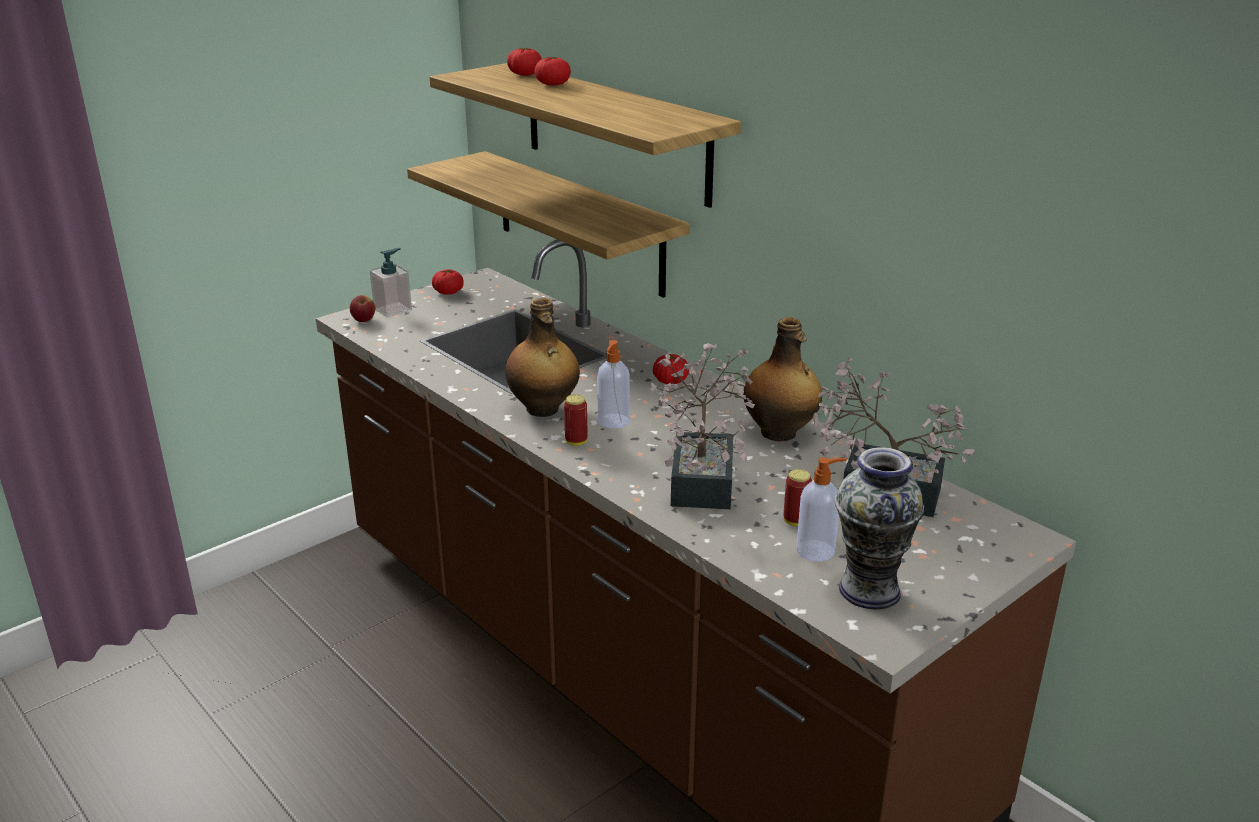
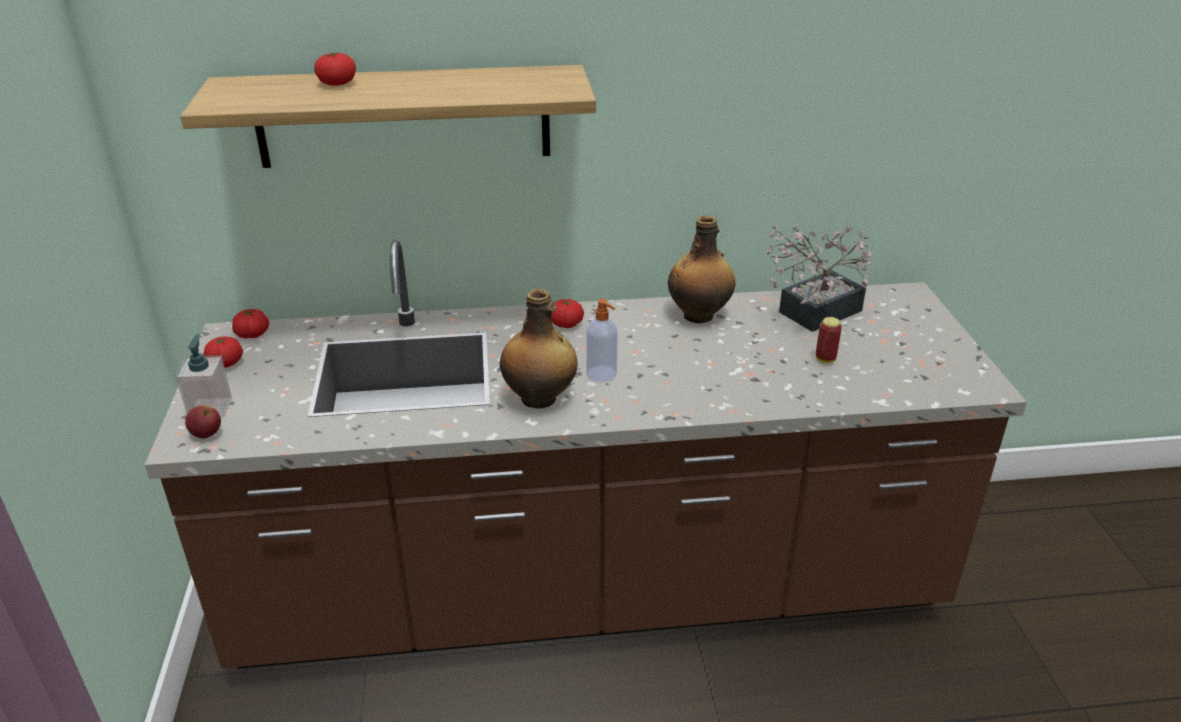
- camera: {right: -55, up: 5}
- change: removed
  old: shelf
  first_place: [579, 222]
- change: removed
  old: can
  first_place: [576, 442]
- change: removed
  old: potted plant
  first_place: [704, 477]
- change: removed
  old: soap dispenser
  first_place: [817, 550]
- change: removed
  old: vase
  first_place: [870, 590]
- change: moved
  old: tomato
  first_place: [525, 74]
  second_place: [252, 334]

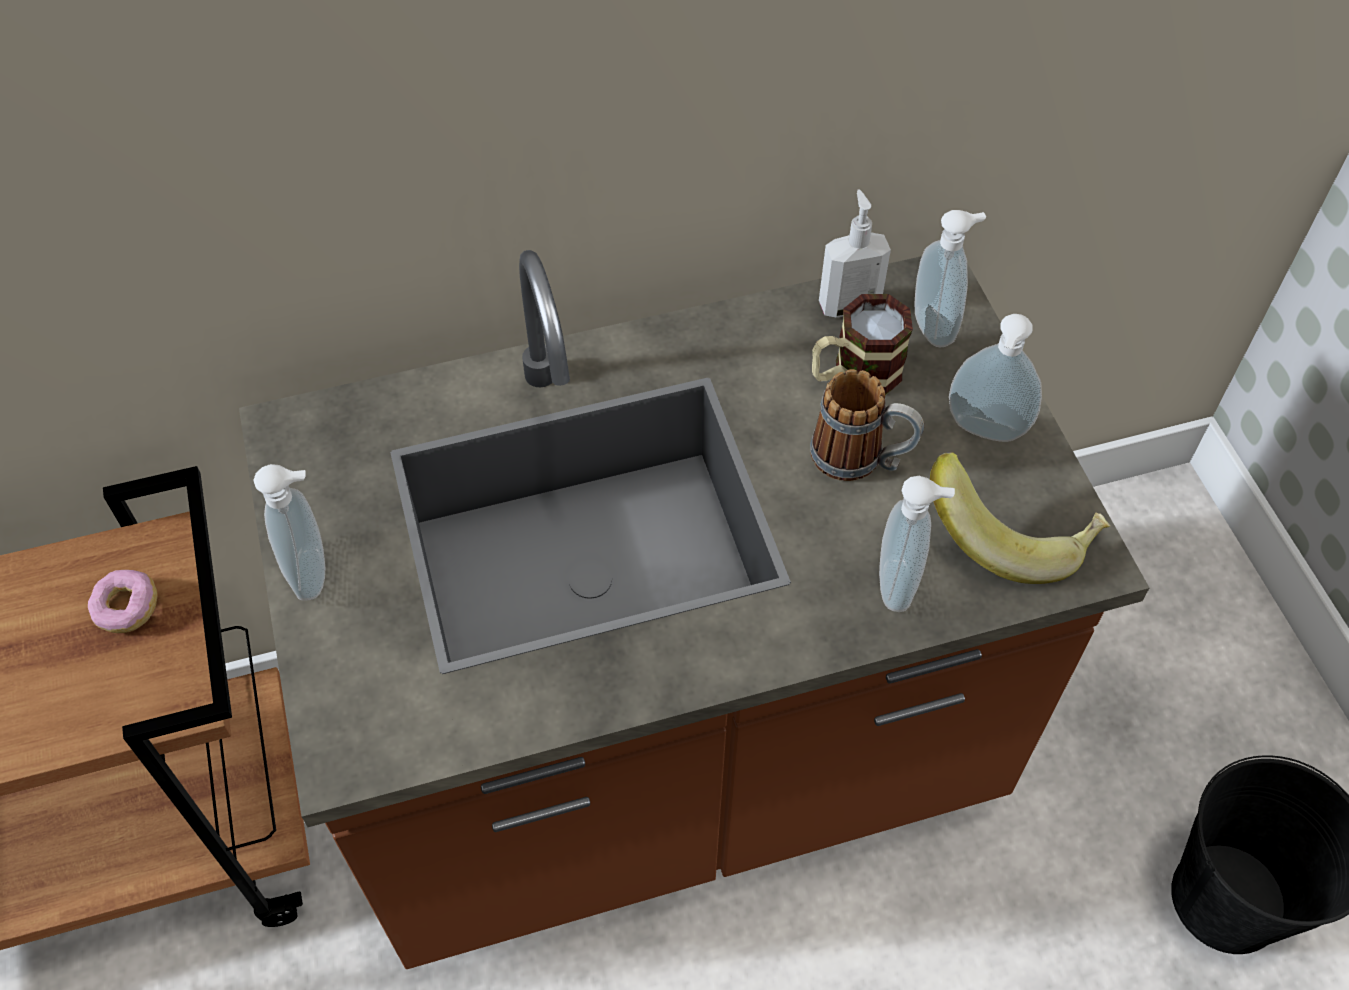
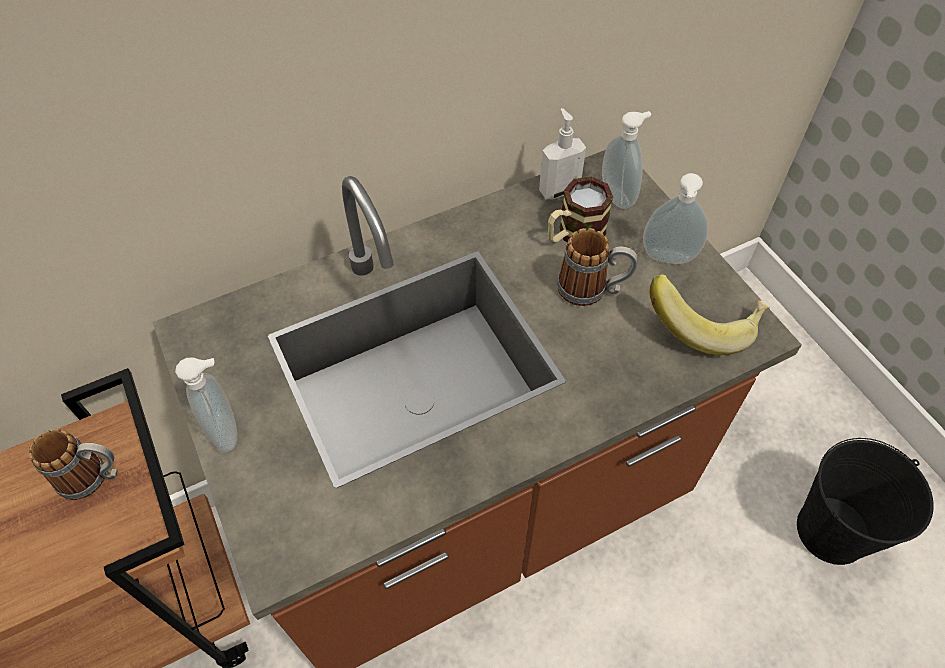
- camera: {right: -10, up: 0}
- change: removed
  old: soap dispenser
  first_place: [900, 585]
- change: replaced
  old: donut
  new: mug
  first_place: [128, 609]
  second_place: [94, 477]

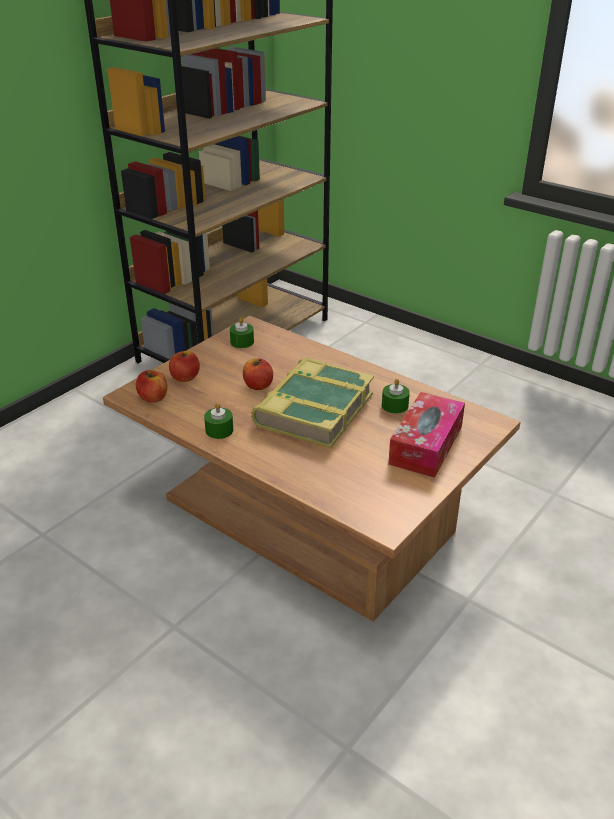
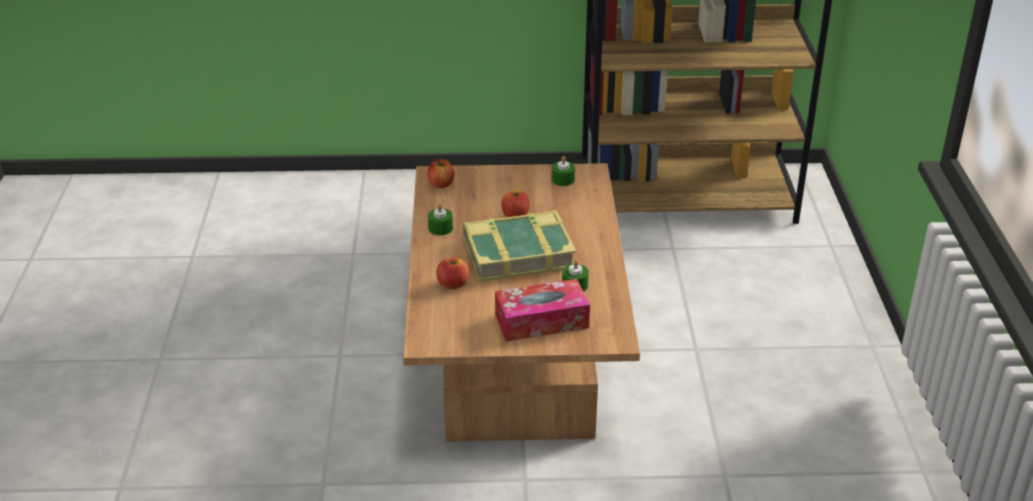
- camera: {right: 50, up: 0}
- change: moved
  old: apple
  first_place: [185, 377]
  second_place: [453, 284]

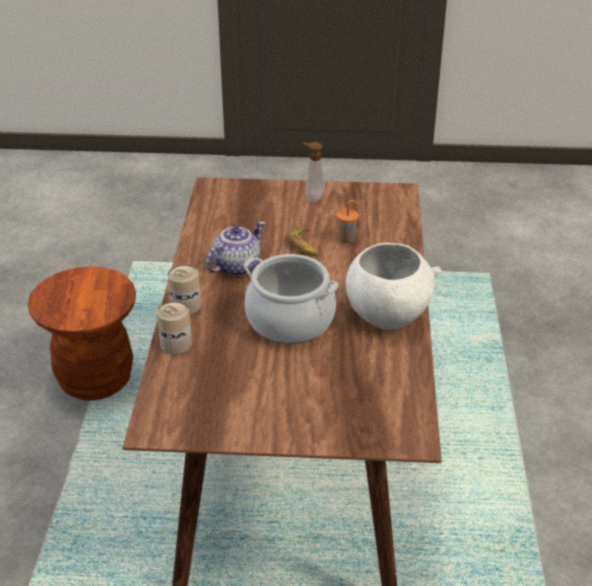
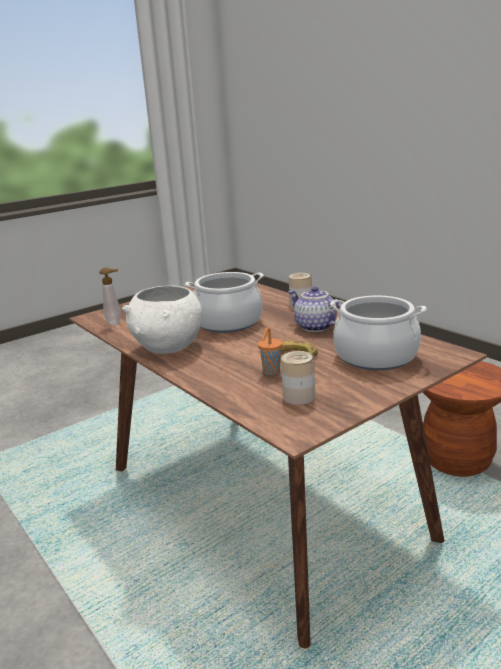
- camera: {right: 140, up: -15}
- change: added
  new: cooking pot
  second_place: [376, 356]
- change: moved
  old: can
  first_place: [176, 344]
  second_place: [299, 396]
- change: moved
  old: soap dispenser
  first_place: [313, 198]
  second_place: [115, 322]
- change: turned
  old: teapot
  first_place: [236, 266]
  second_place: [314, 327]
  degrees: 135

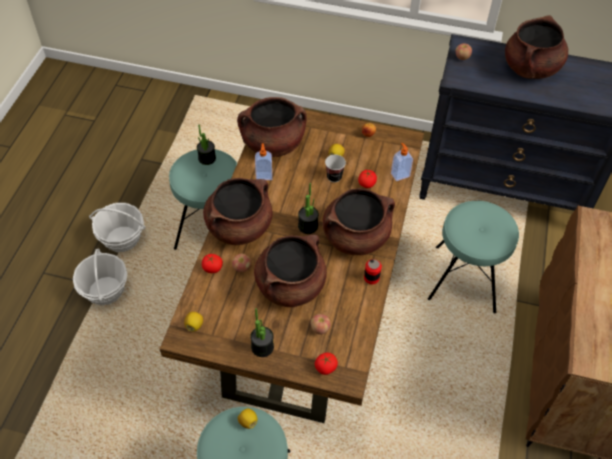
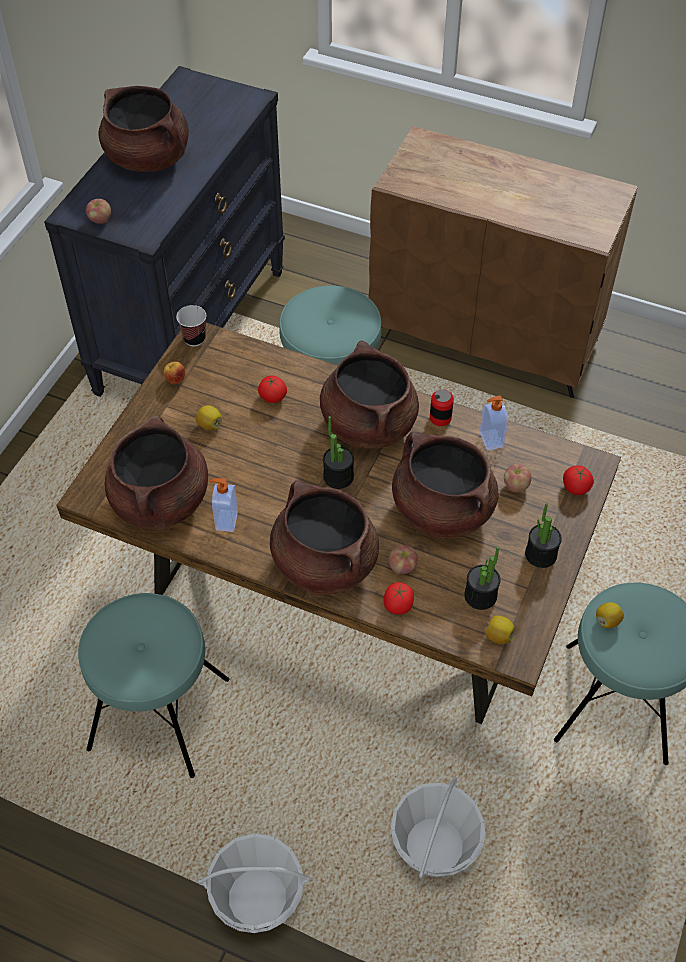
- camera: {right: -80, up: 0}
- change: moved
  old: basket
  first_place: [122, 239]
  second_place: [434, 845]
- change: moved
  old: potted plant
  first_place: [207, 158]
  second_place: [480, 596]
- change: moved
  old: cup
  first_place: [334, 177]
  second_place: [194, 339]
- change: moved
  old: soap dispenser
  first_place: [399, 174]
  second_place: [490, 440]

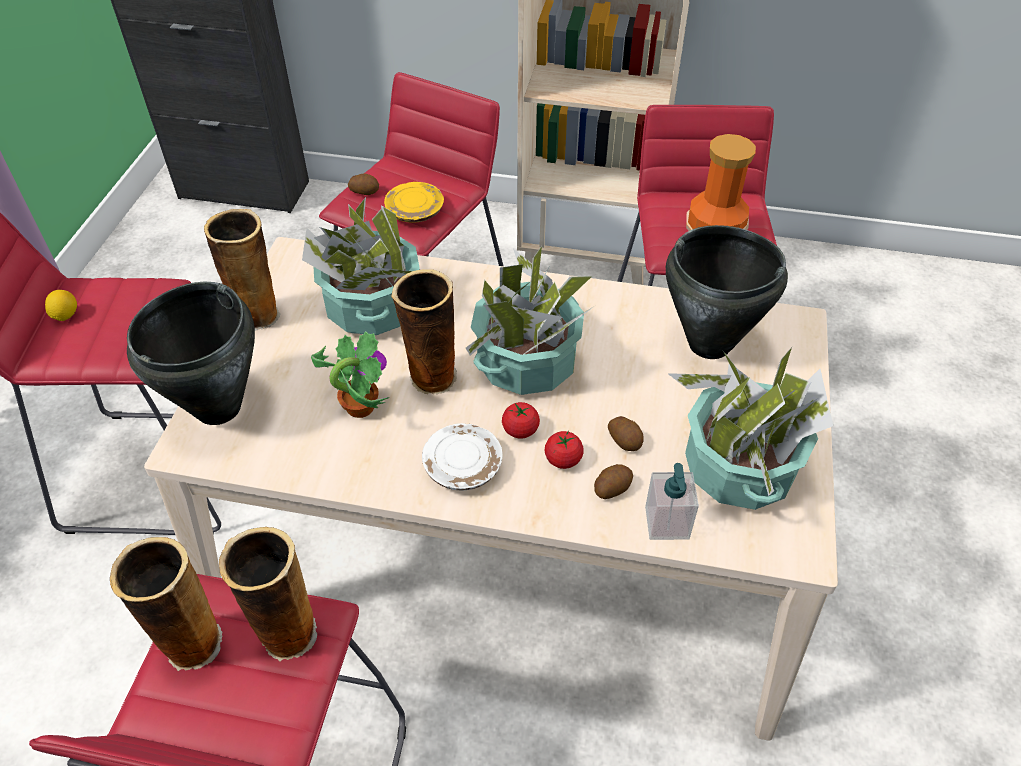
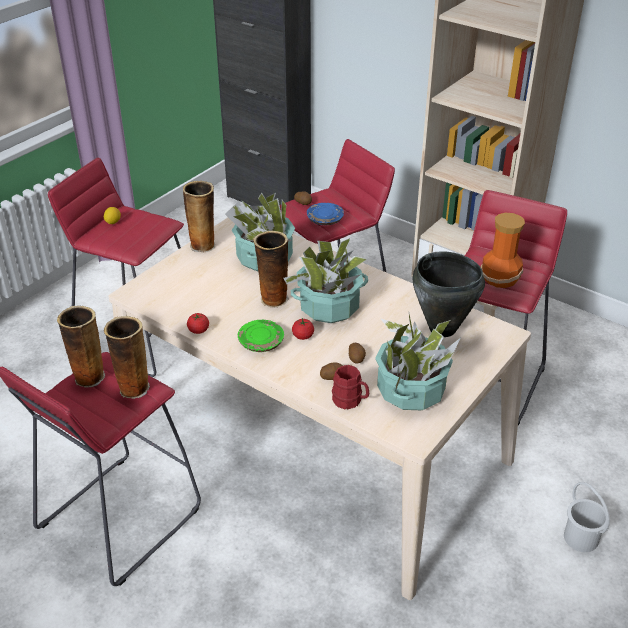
- camera: {right: 25, up: -10}
- change: removed
  old: cooking pot in black
  first_place: [219, 407]
- change: removed
  old: potted plant
  first_place: [359, 406]
- change: added
  new: bucket in white
  second_place: [581, 537]
- change: moved
  old: tomato
  first_place: [563, 459]
  second_place: [198, 330]
- change: replaced
  old: soap dispenser
  new: mug in red
  first_place: [667, 523]
  second_place: [350, 401]
- change: recoloured
  old: plate in yellow
  new: plate in blue
  first_place: [415, 211]
  second_place: [325, 220]
- change: recoloured
  old: plate in white
  new: plate in green
  first_place: [463, 466]
  second_place: [261, 342]

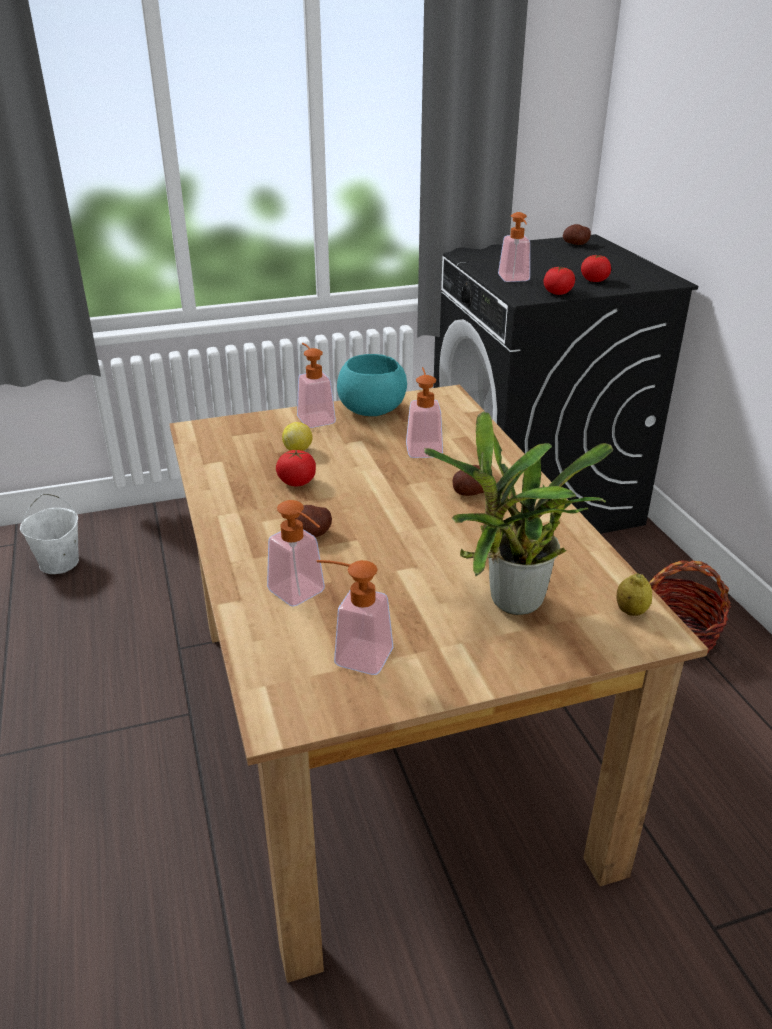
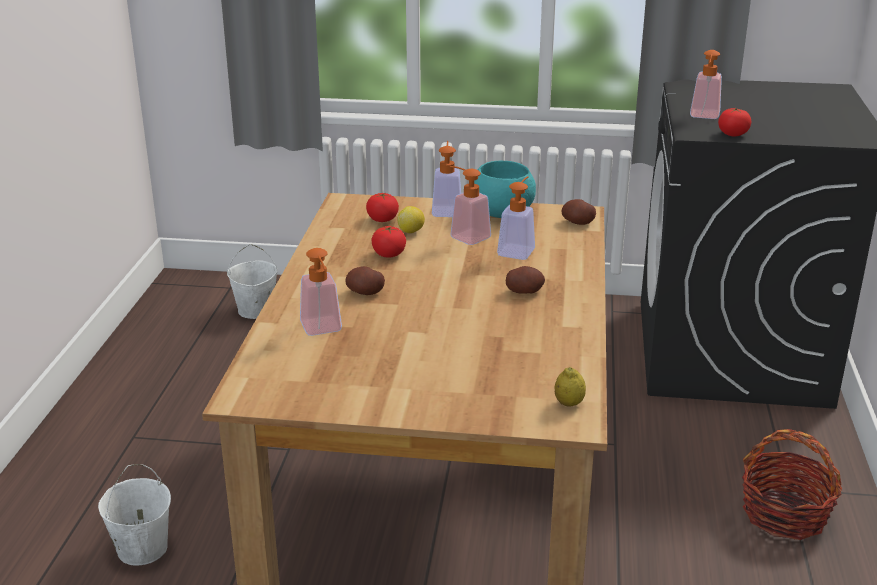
- camera: {right: 25, up: -5}
- change: removed
  old: potted plant
  first_place: [510, 605]
- change: added
  new: bucket in white
  second_place: [141, 549]
- change: moved
  old: soap dispenser
  first_place: [353, 654]
  second_place: [465, 236]
- change: moved
  old: potato
  first_place: [575, 244]
  second_place: [577, 222]
- change: moved
  old: tomato
  first_place: [594, 280]
  second_place: [382, 219]

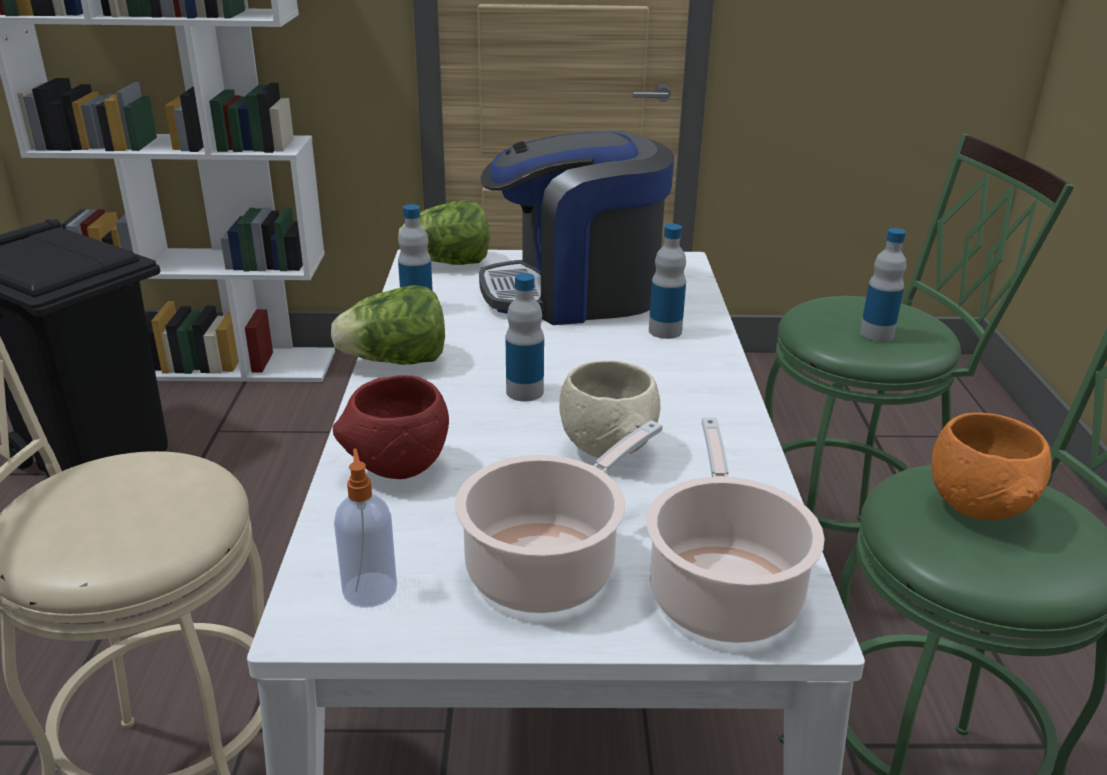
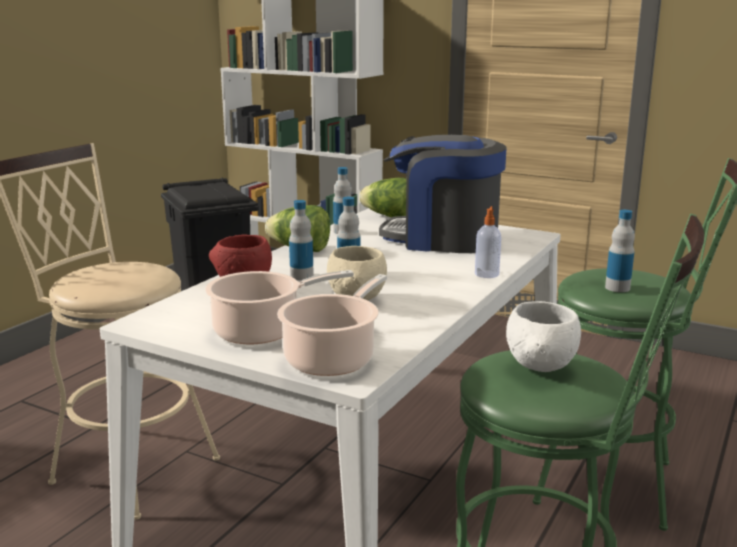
- camera: {right: 30, up: -10}
- change: moved
  old: soap dispenser
  first_place: [369, 588]
  second_place: [487, 274]
- change: moved
  old: bottle
  first_place: [665, 331]
  second_place: [301, 276]
- change: recoloured
  old: bowl in orange
  new: bowl in white
  first_place: [978, 511]
  second_place: [540, 368]

